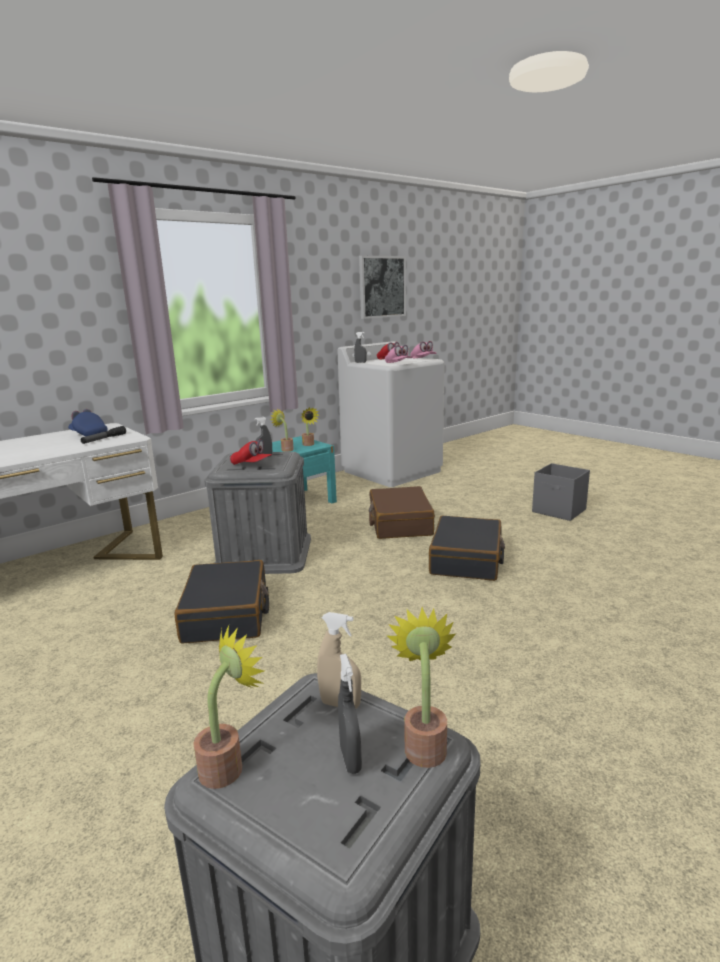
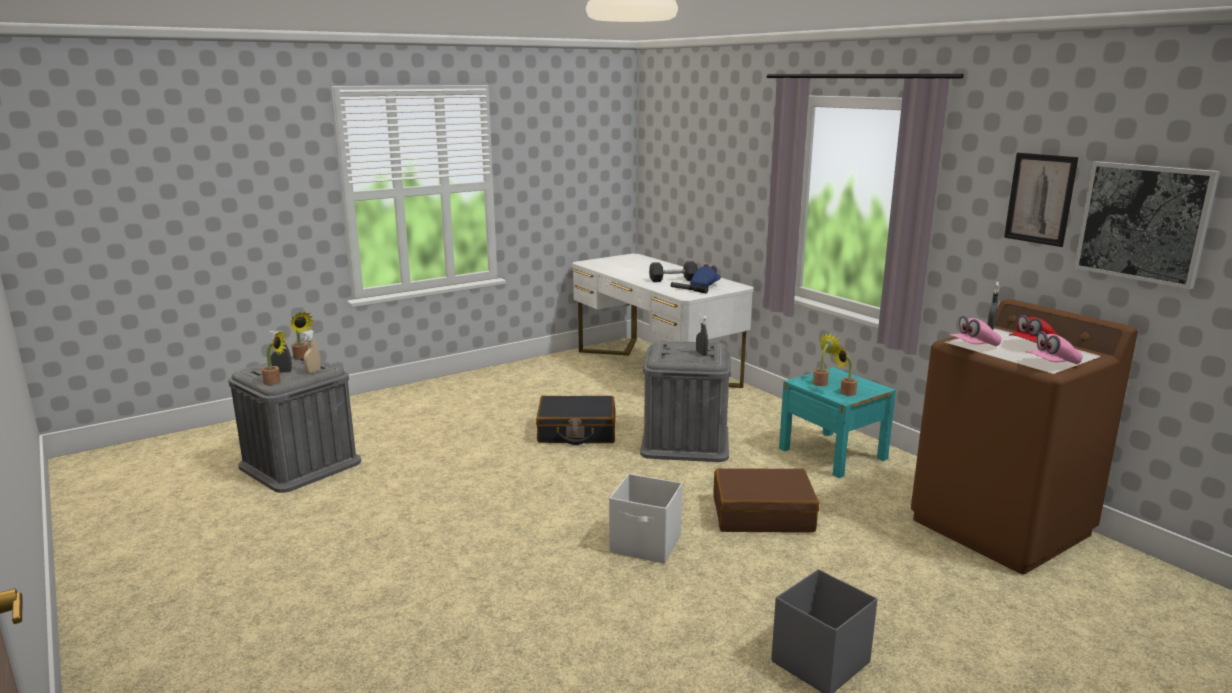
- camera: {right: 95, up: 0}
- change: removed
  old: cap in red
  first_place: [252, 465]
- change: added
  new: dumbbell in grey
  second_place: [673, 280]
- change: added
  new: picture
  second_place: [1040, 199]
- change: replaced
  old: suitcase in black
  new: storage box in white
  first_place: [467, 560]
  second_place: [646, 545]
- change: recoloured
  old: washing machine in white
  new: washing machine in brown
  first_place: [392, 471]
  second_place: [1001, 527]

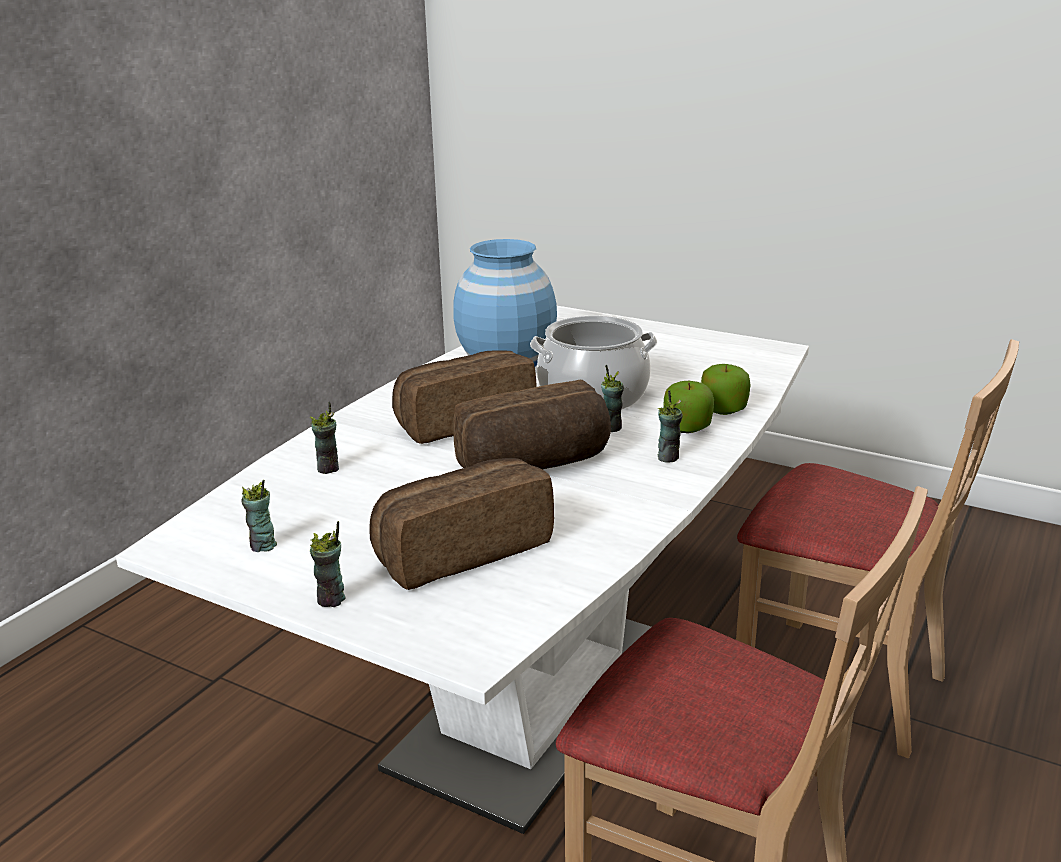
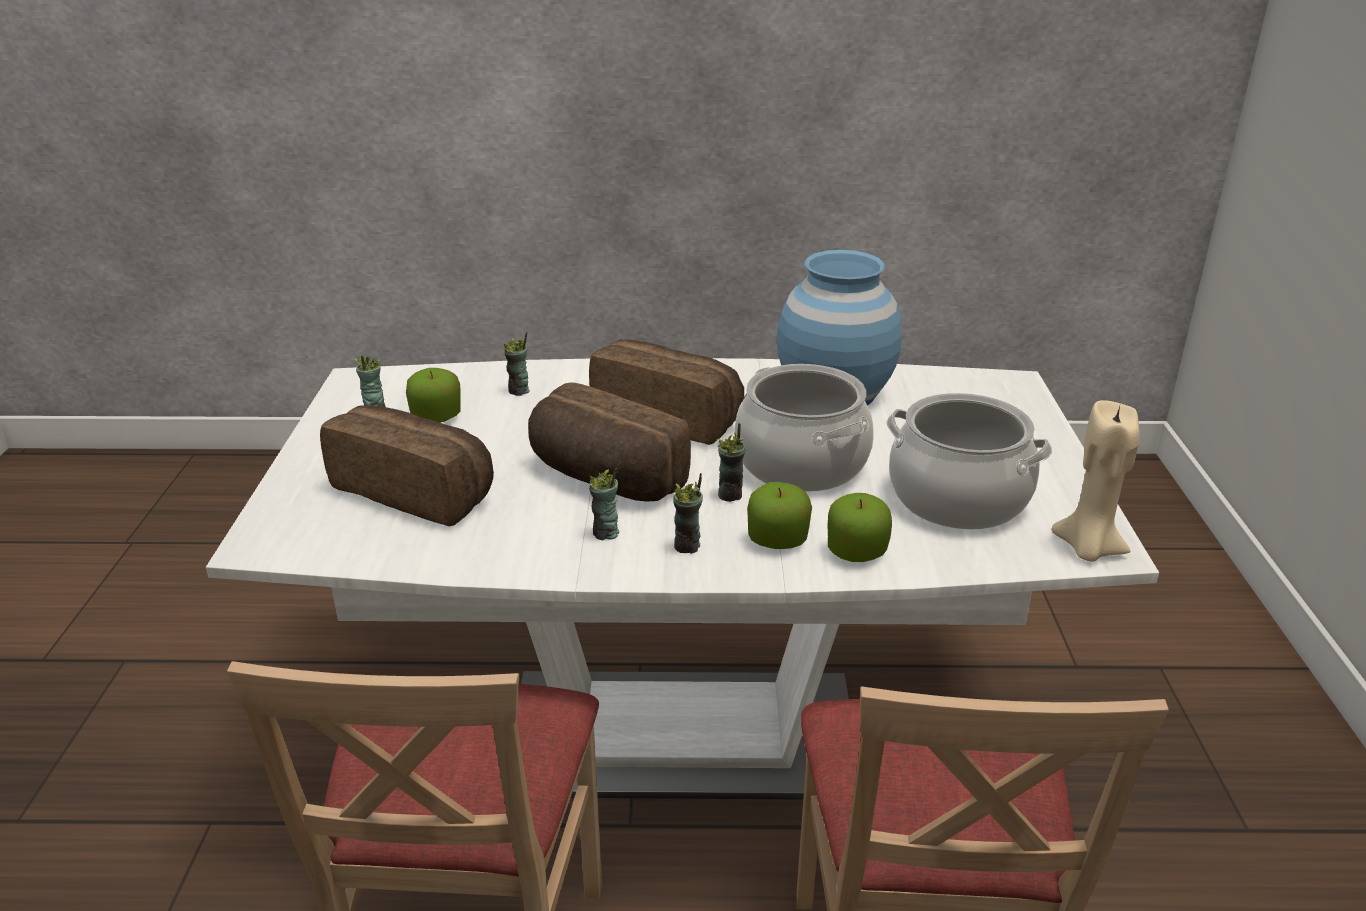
- camera: {right: 60, up: 5}
- change: added
  new: apple
  second_place: [436, 417]
- change: added
  new: cooking pot
  second_place: [957, 499]
- change: added
  new: candle in beige
  second_place: [1088, 549]
- change: moved
  old: cup
  first_place: [331, 600]
  second_place: [605, 533]

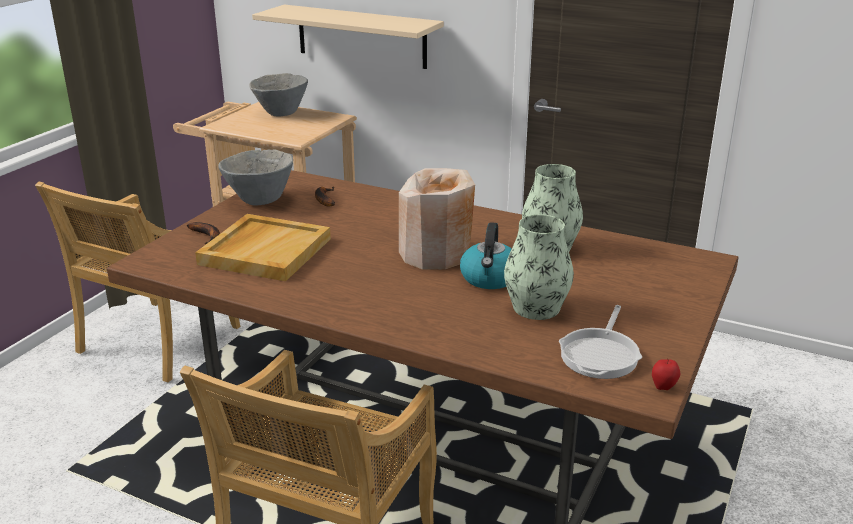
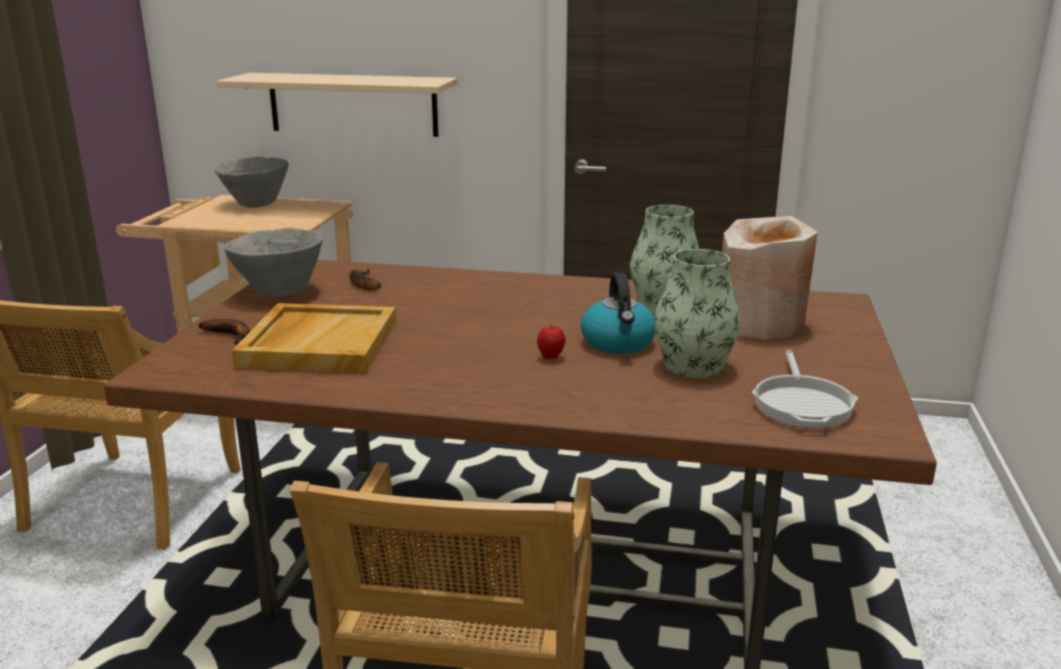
- camera: {right: -15, up: -5}
- change: moved
  old: vase in beige
  first_place: [435, 253]
  second_place: [760, 322]
- change: moved
  old: apple
  first_place: [663, 387]
  second_place: [551, 357]

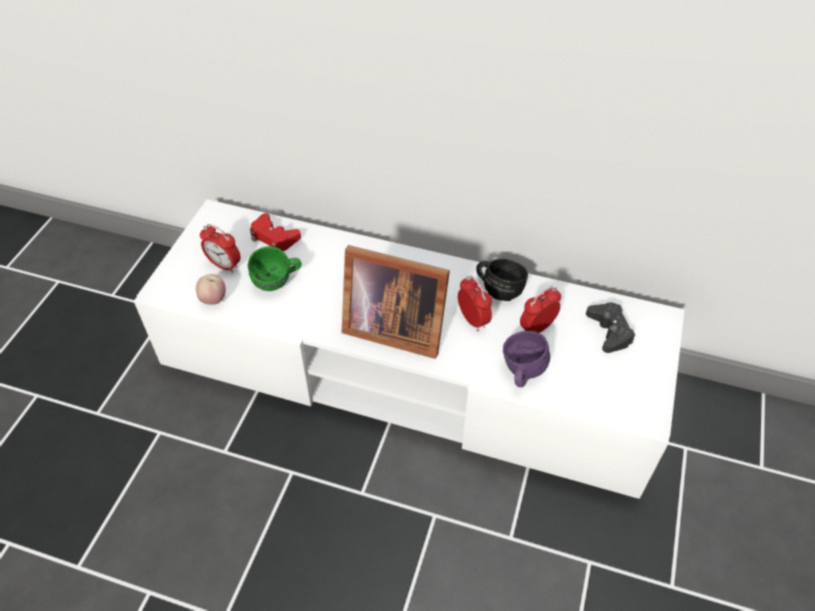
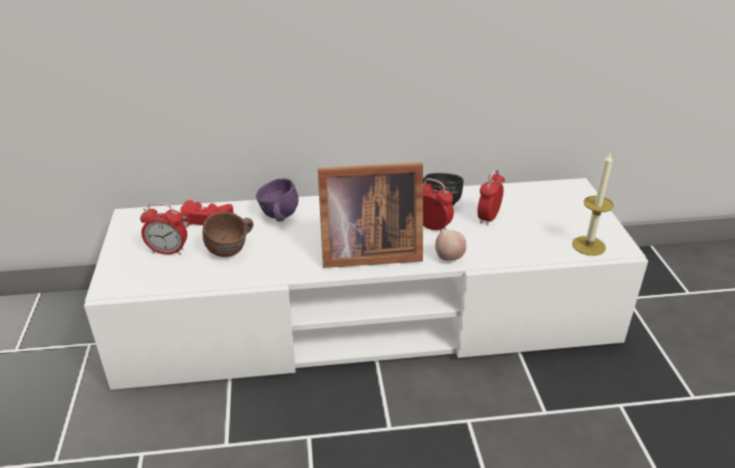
- camera: {right: -25, up: -15}
- change: removed
  old: game controller in black
  first_place: [609, 331]
- change: added
  new: candle
  second_place: [588, 245]
- change: moved
  old: apple
  first_place: [214, 299]
  second_place: [449, 258]
- change: moved
  old: mug in purple
  first_place: [520, 372]
  second_place: [277, 218]
- change: recoloured
  old: mug in green
  new: mug in brown
  first_place: [278, 283]
  second_place: [233, 250]

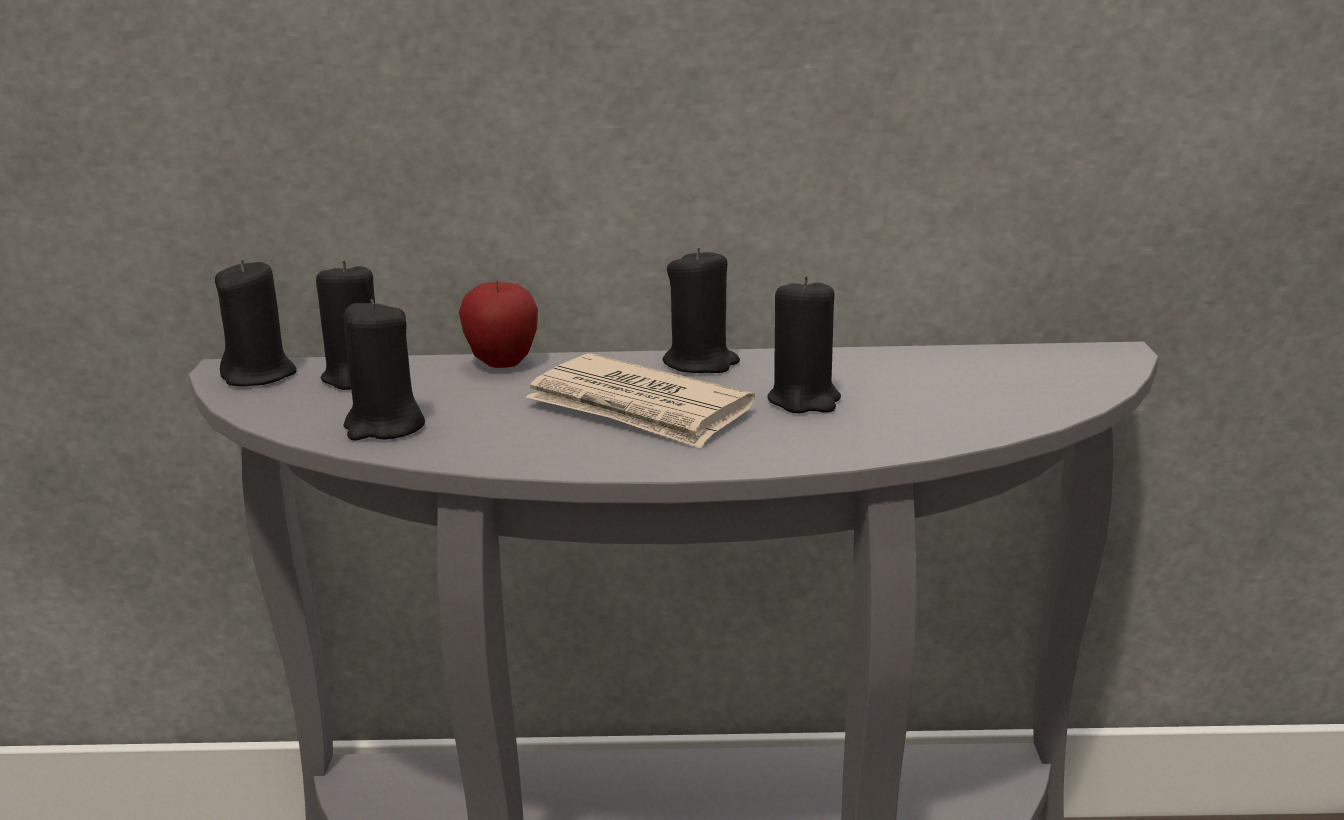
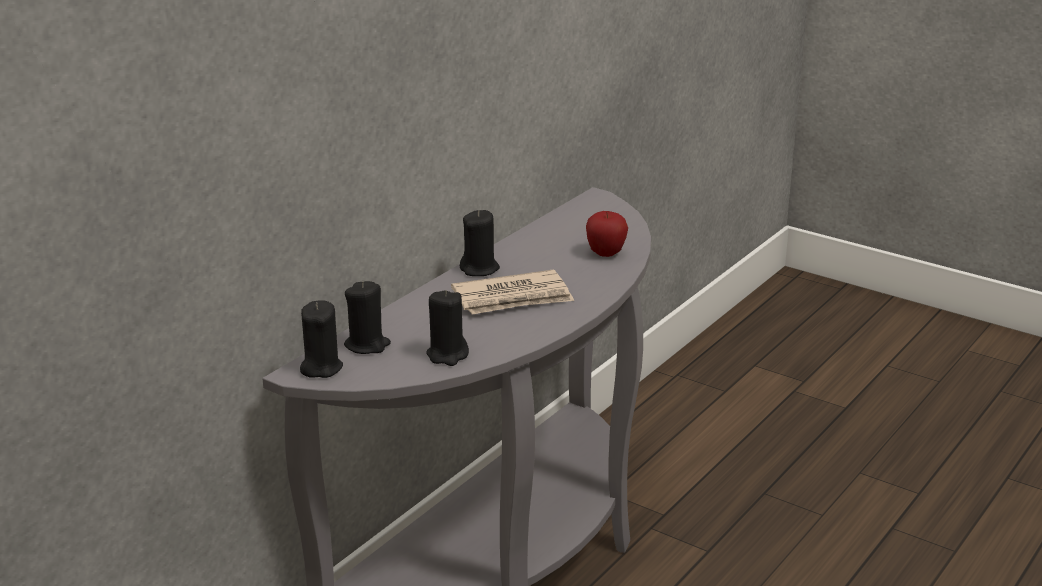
- camera: {right: -55, up: 5}
- change: removed
  old: candle in black
  first_place: [804, 400]
- change: moved
  old: apple
  first_place: [502, 364]
  second_place: [606, 254]

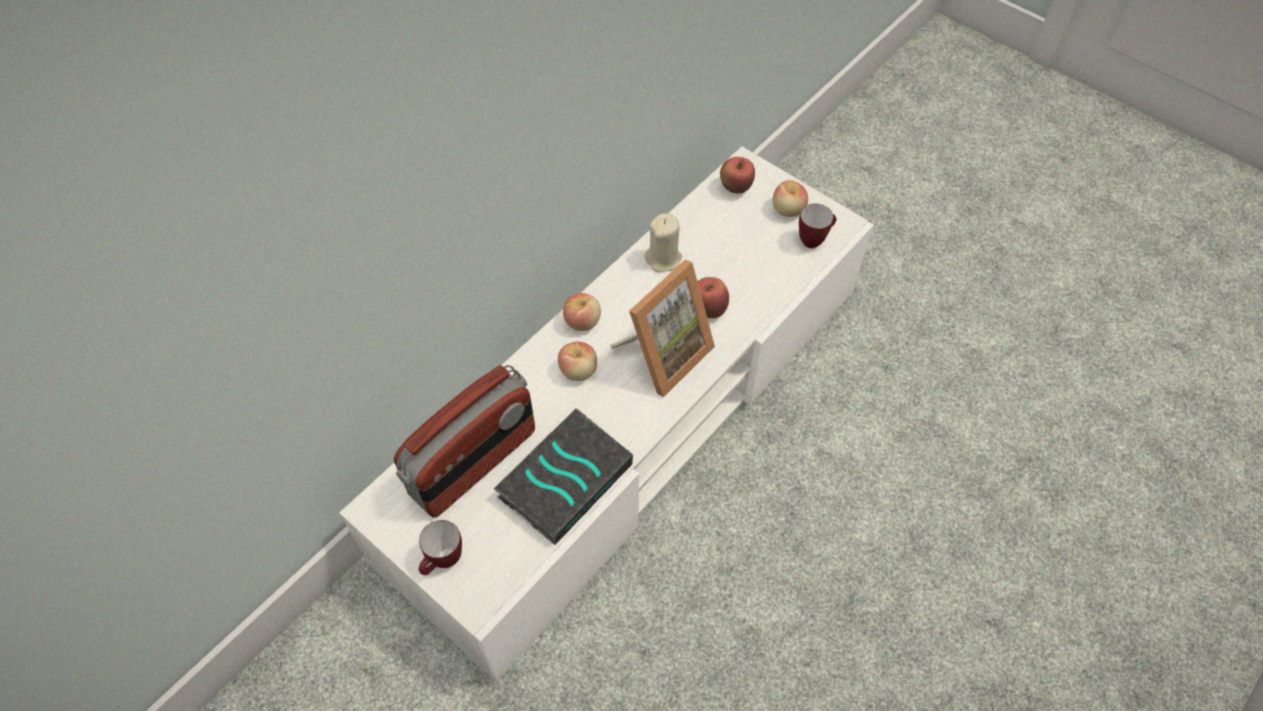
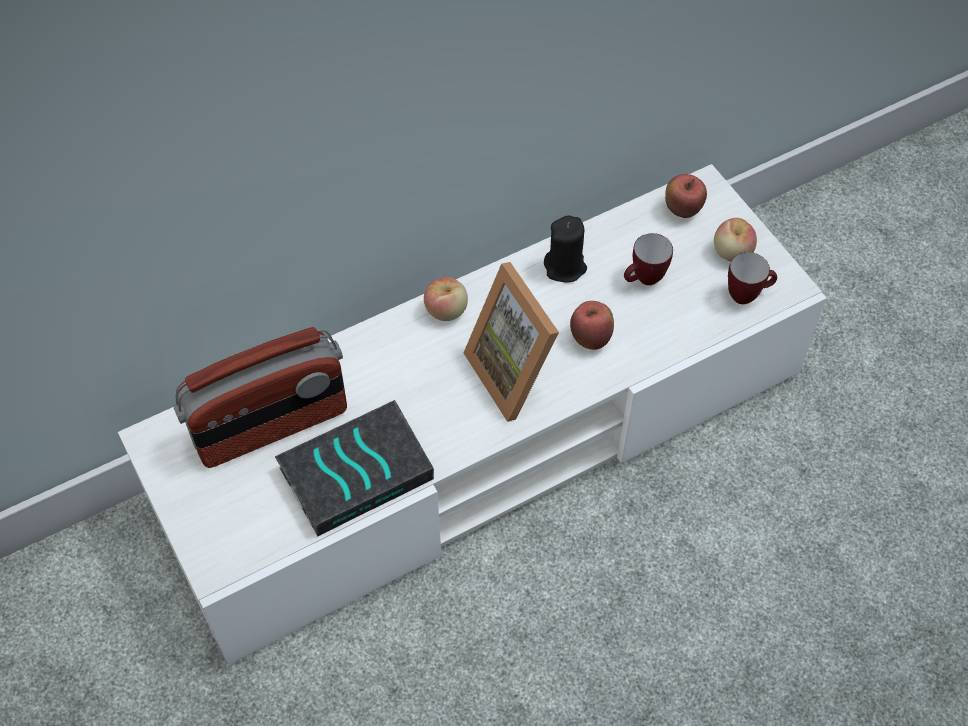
- camera: {right: 20, up: 0}
- change: removed
  old: apple
  first_place: [578, 371]
- change: moved
  old: mug
  first_place: [443, 562]
  second_place: [644, 280]
- change: recoloured
  old: candle in beige
  new: candle in black
  first_place: [663, 258]
  second_place: [565, 267]
- change: turned
  old: picture frame
  first_place: [663, 354]
  second_place: [518, 372]
  degrees: 90

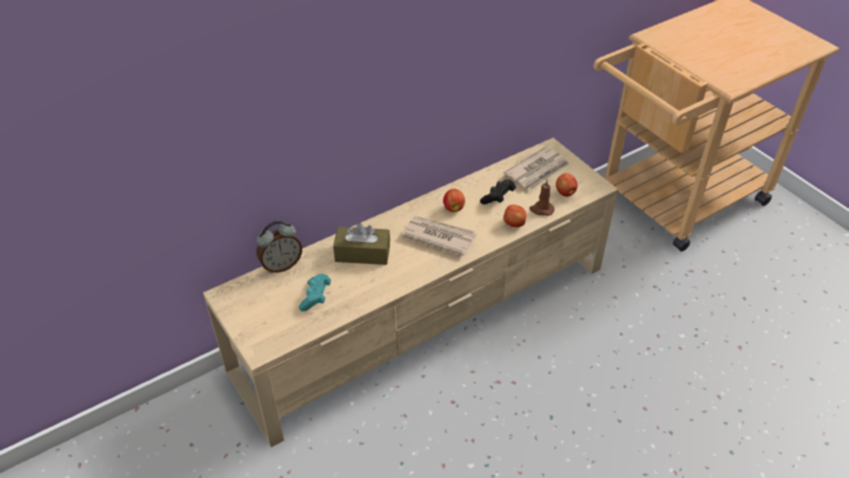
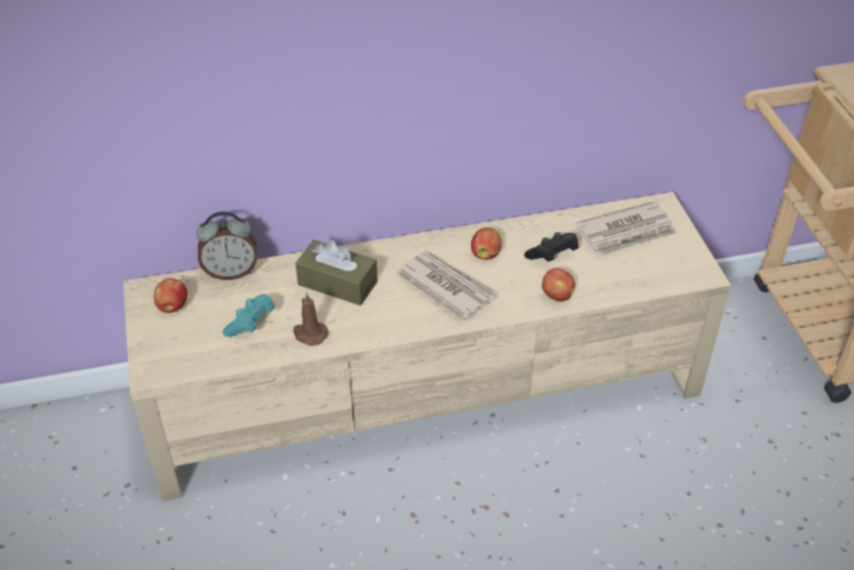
- camera: {right: 20, up: 0}
- change: moved
  old: candle in brown
  first_place: [541, 209]
  second_place: [309, 334]
- change: moved
  old: apple
  first_place: [565, 193]
  second_place: [172, 307]

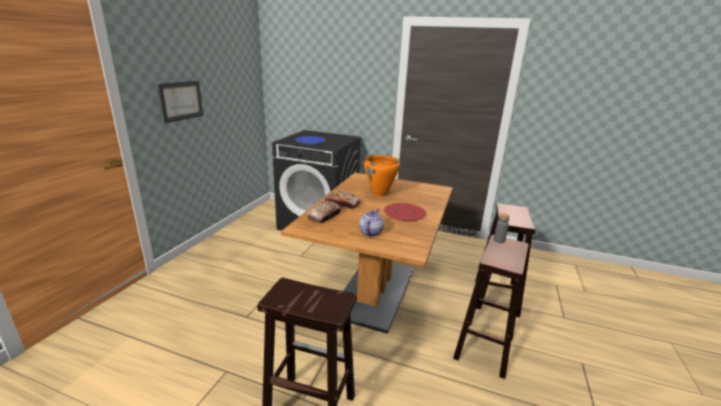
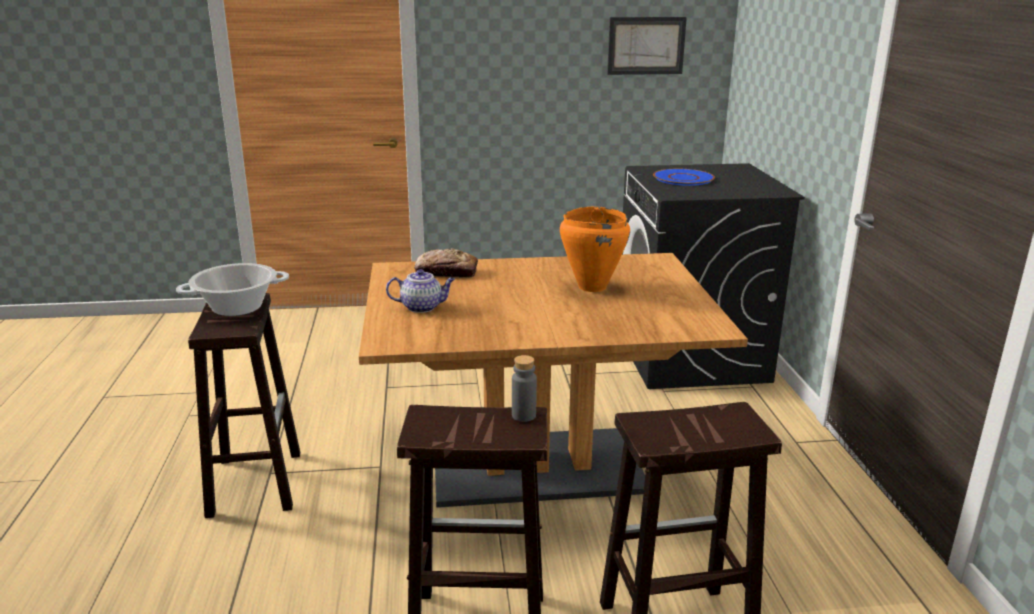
- camera: {right: 65, up: 0}
- change: removed
  old: bread
  first_place: [342, 203]
- change: removed
  old: plate in red
  first_place: [405, 213]
- change: added
  new: cooking pot
  second_place: [237, 308]
- change: moved
  old: picture
  first_place: [181, 101]
  second_place: [646, 45]

